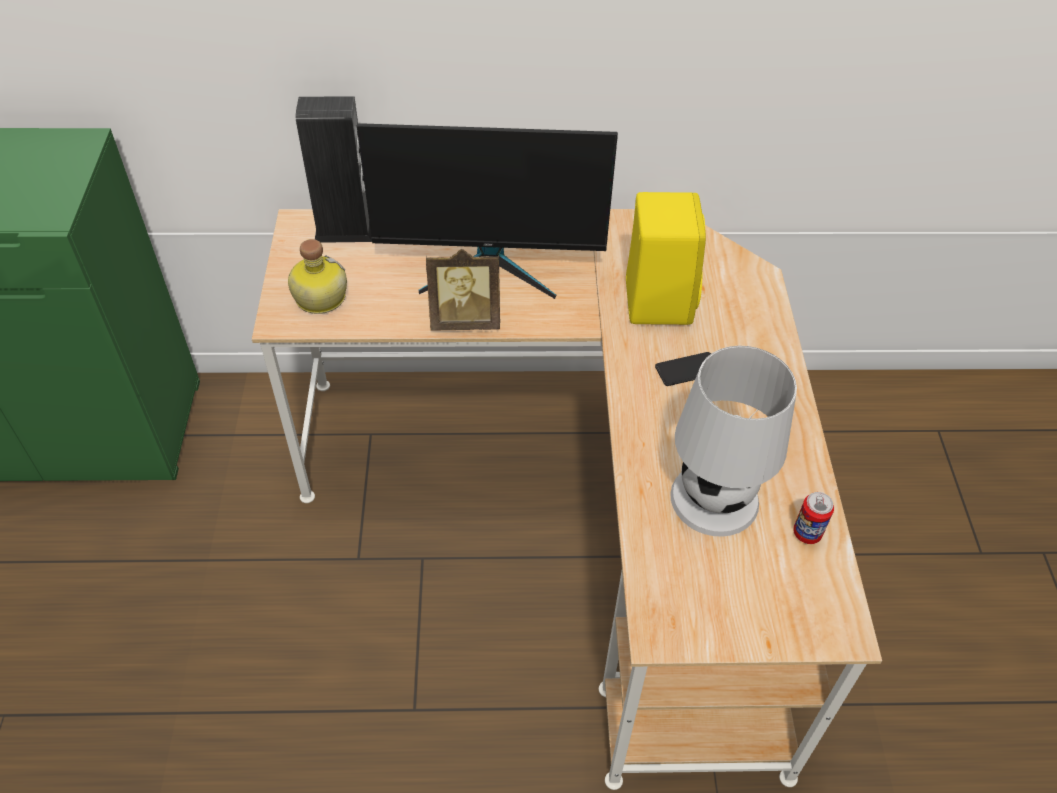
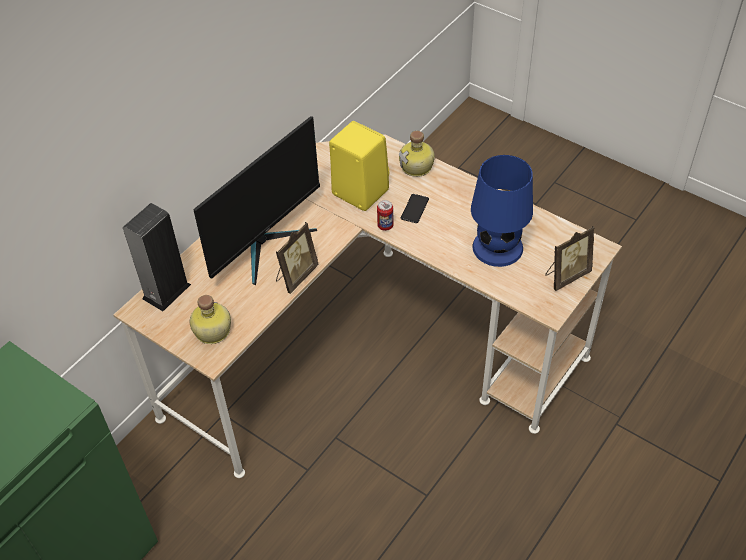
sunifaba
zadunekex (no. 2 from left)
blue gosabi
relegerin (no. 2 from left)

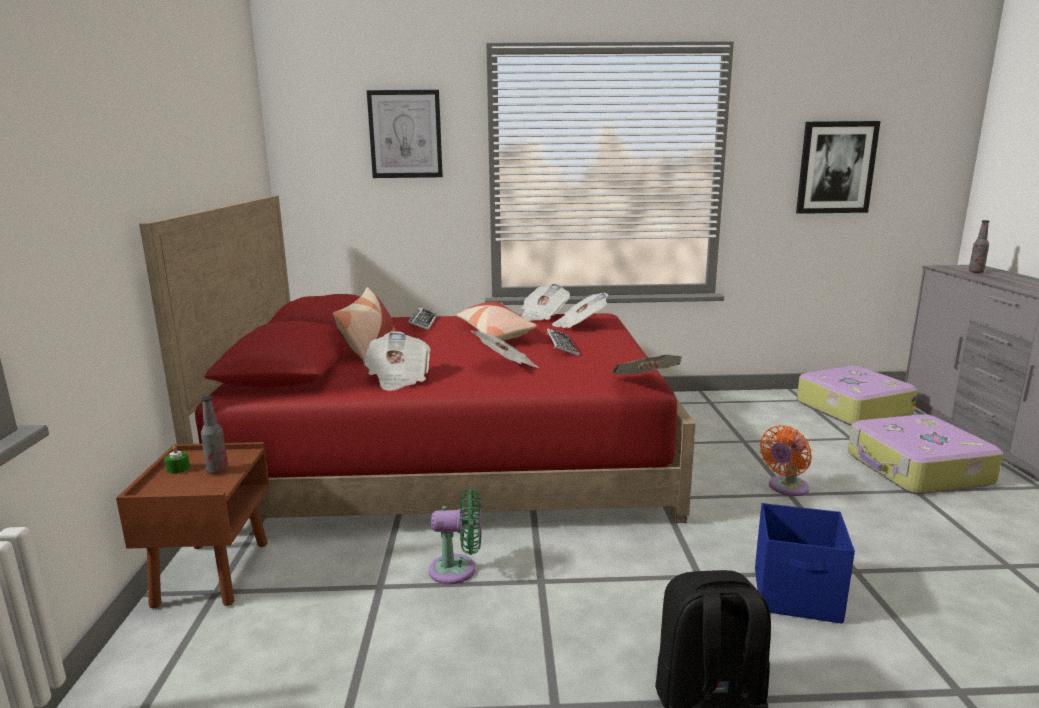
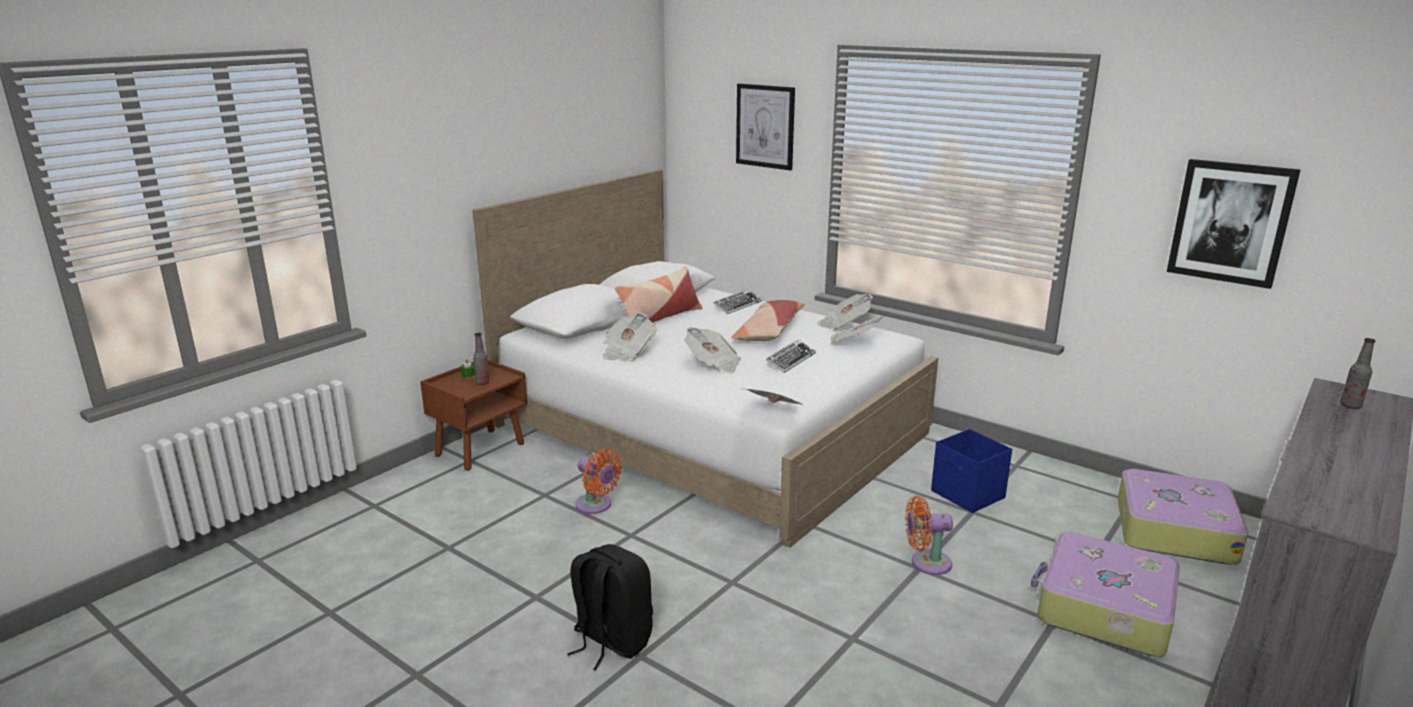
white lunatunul
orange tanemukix (no. 1 from left)
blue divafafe

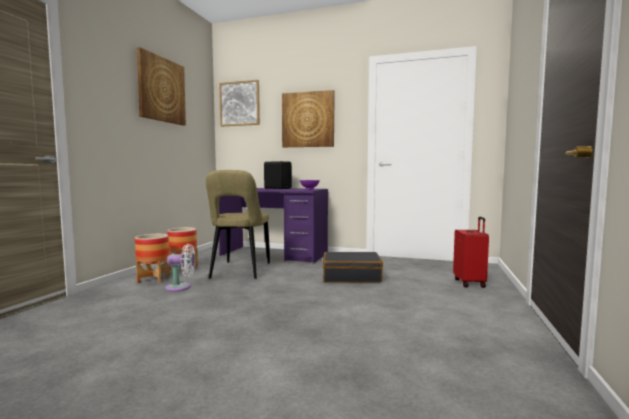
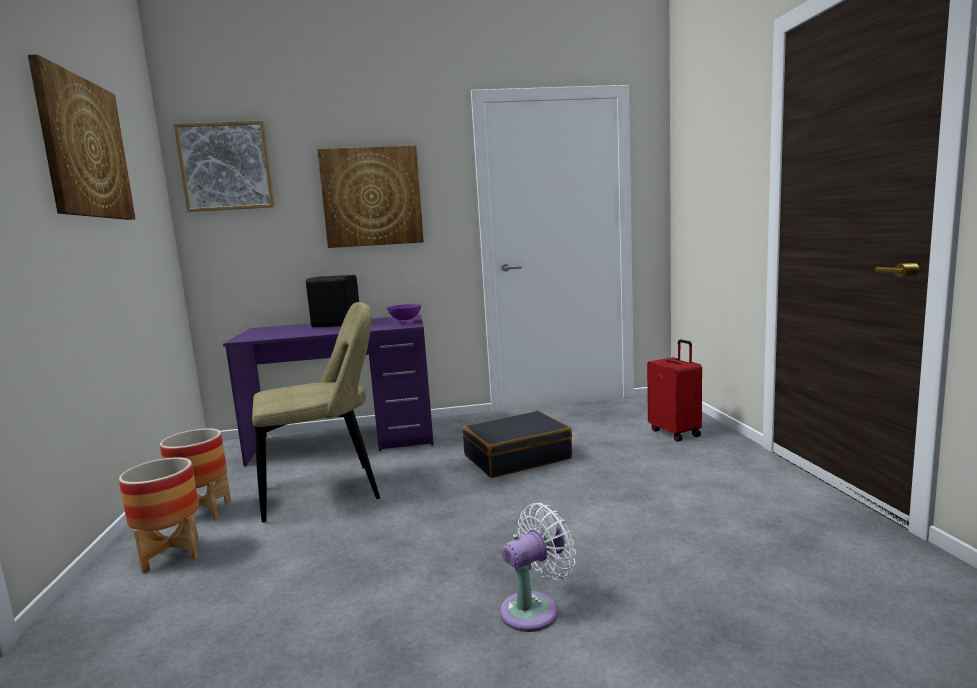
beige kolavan
white tanemukix

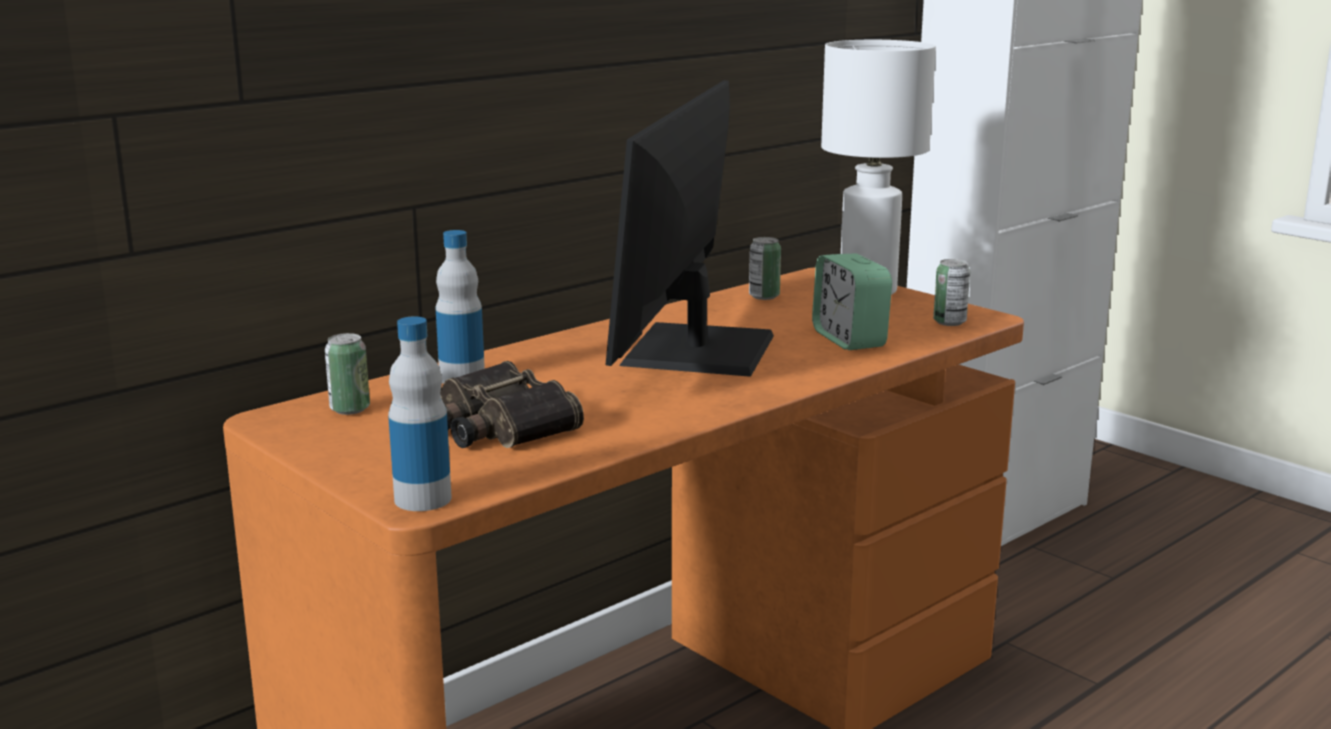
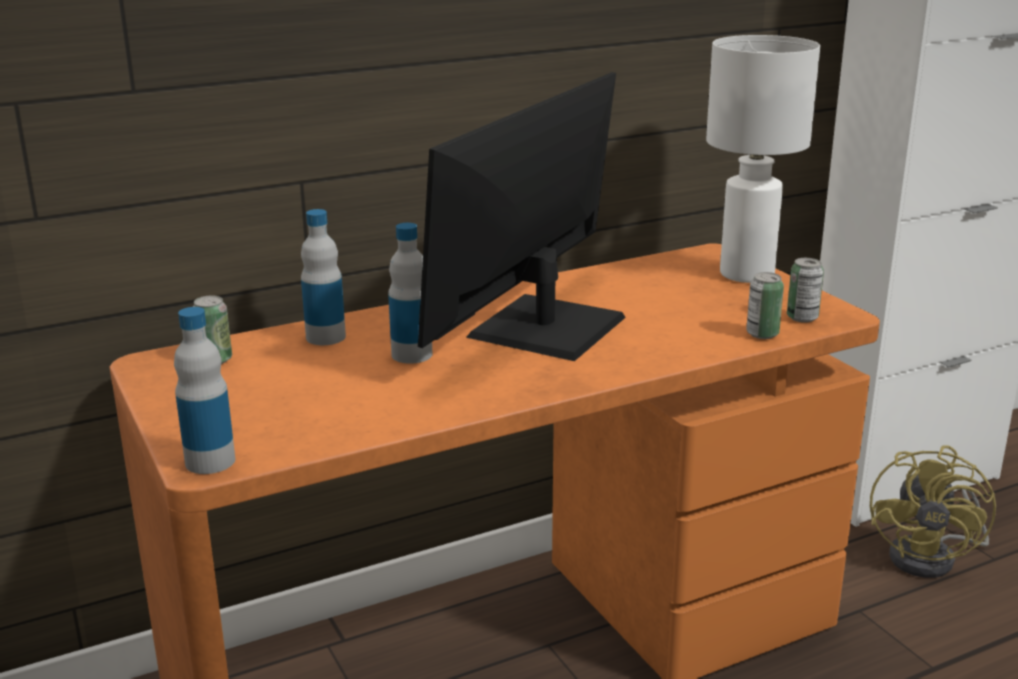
zadunekex (no. 3 from left)
sunifaba (no. 2 from left)
yellow tanemukix
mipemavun
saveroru

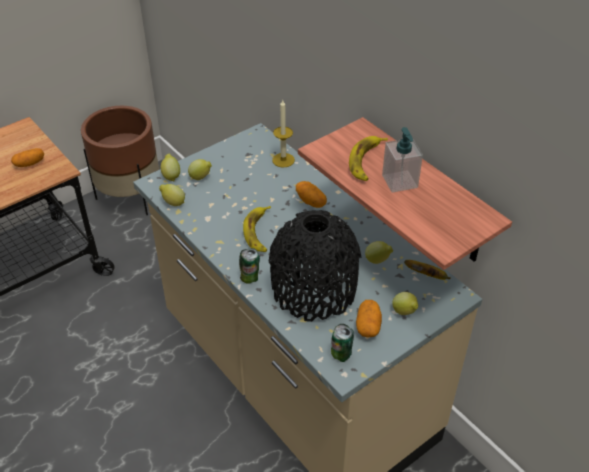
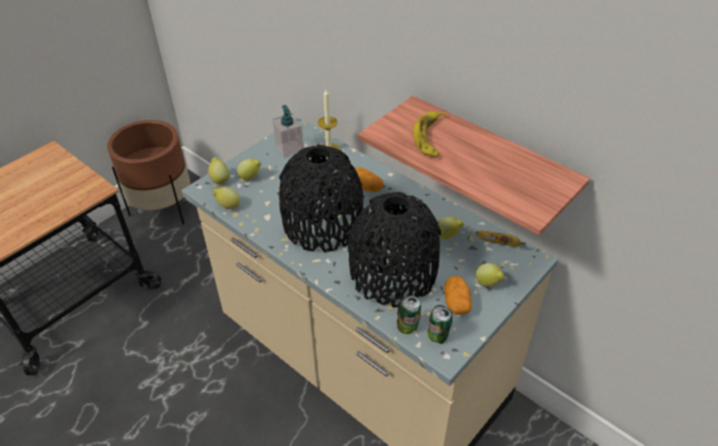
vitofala
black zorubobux (no. 1 from left)
sunifaba (no. 1 from left)
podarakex (no. 1 from left in the first image)

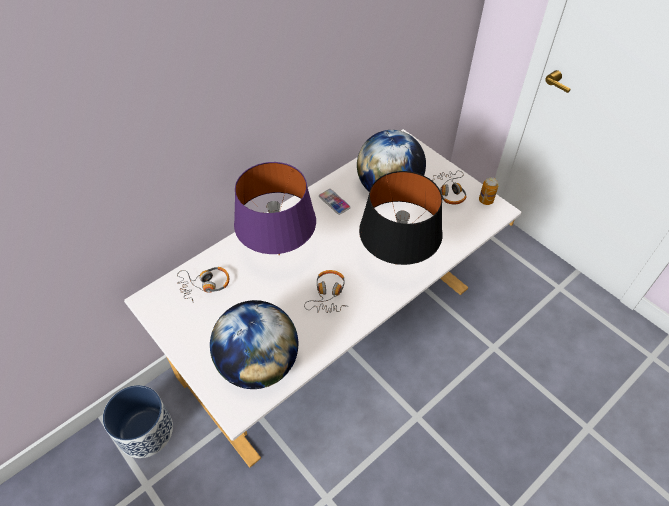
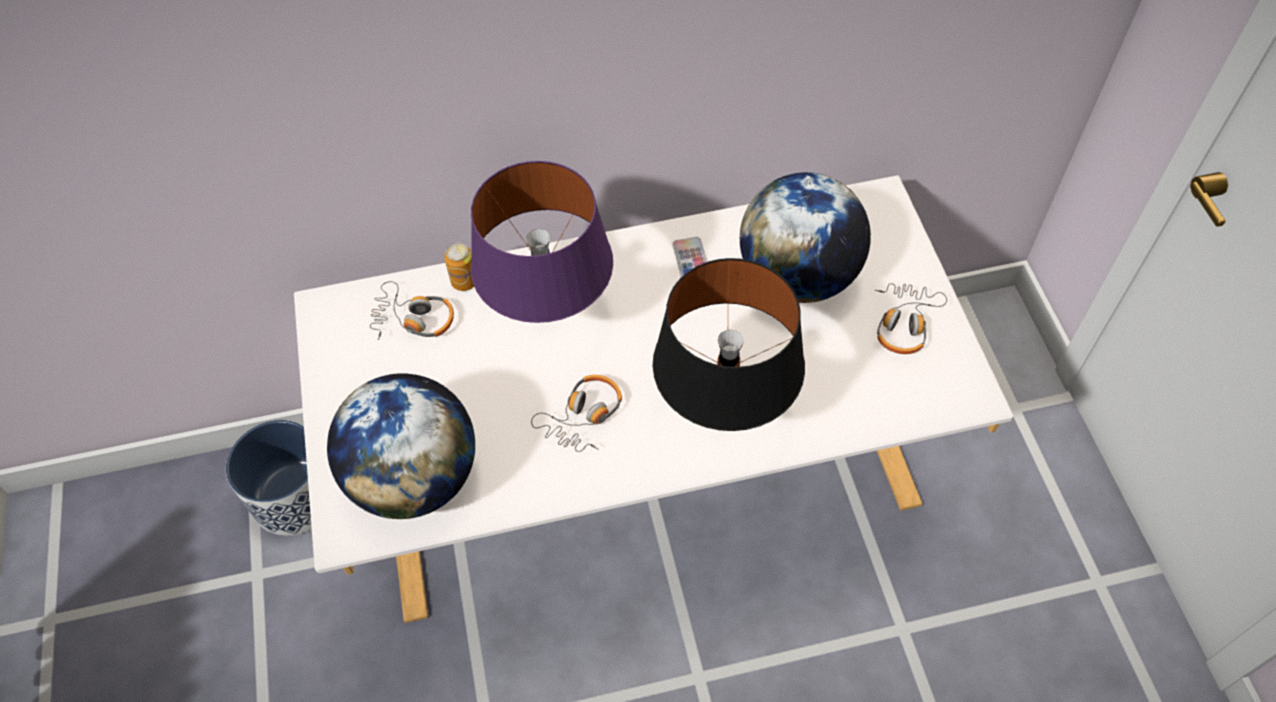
sunifaba

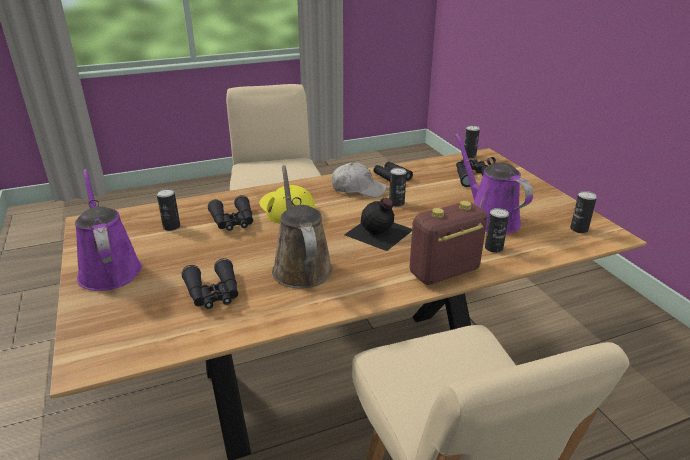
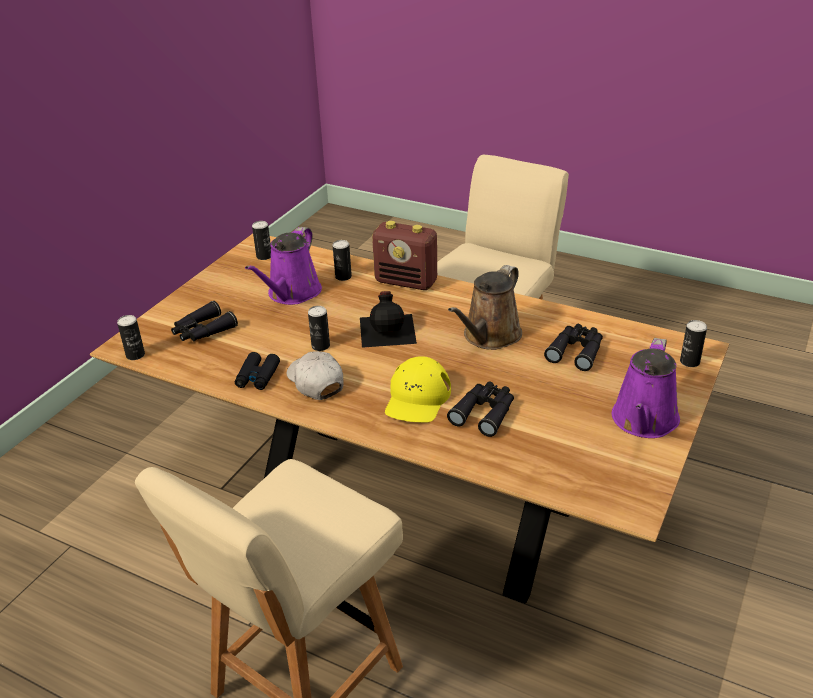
sunifaba (no. 5 from left)

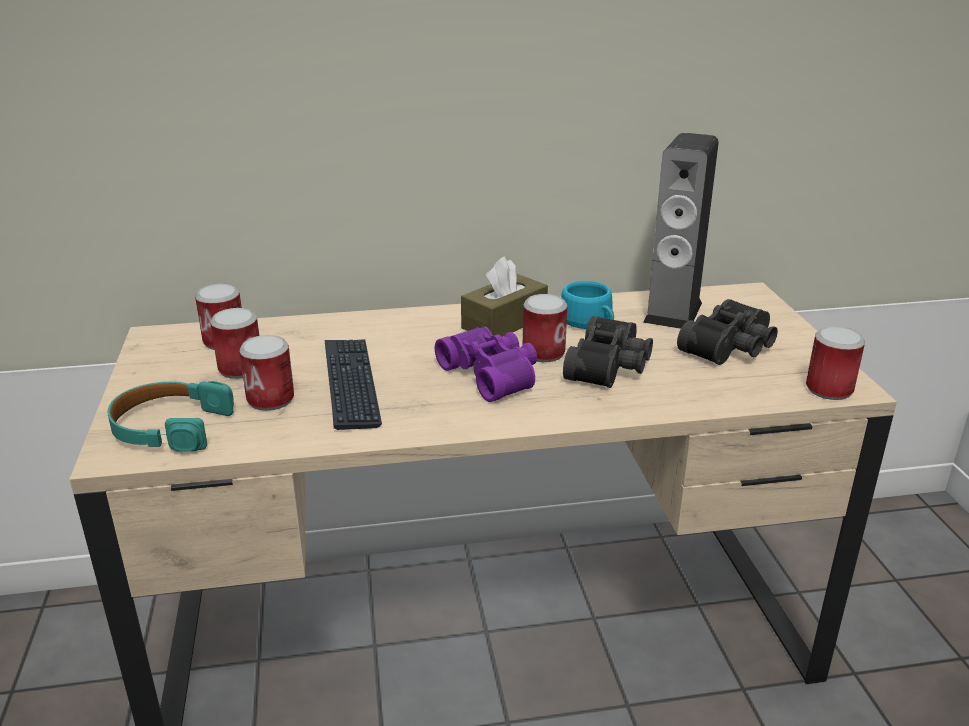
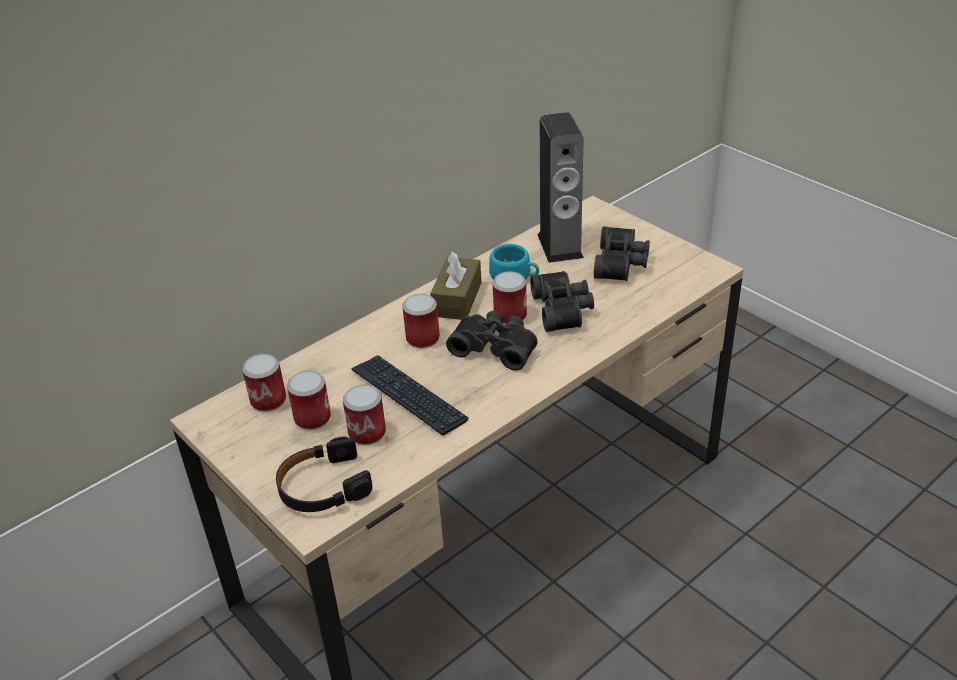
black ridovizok
sunifaba (no. 4 from left)
black mipemavun (no. 1 from left)

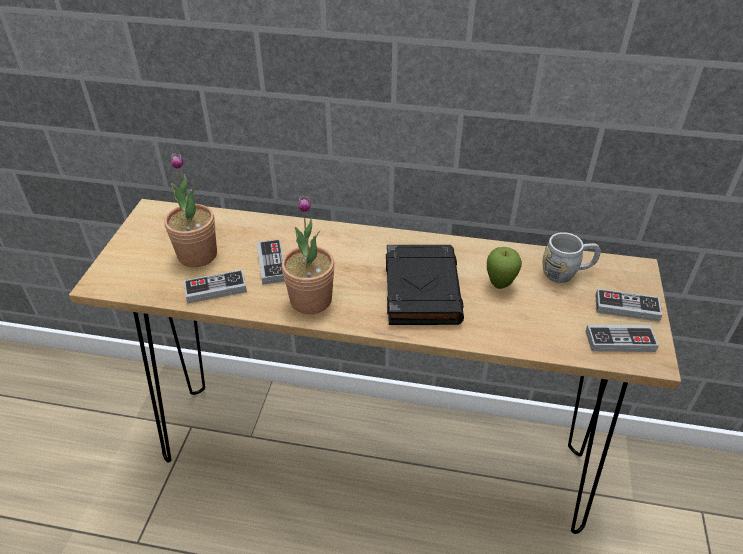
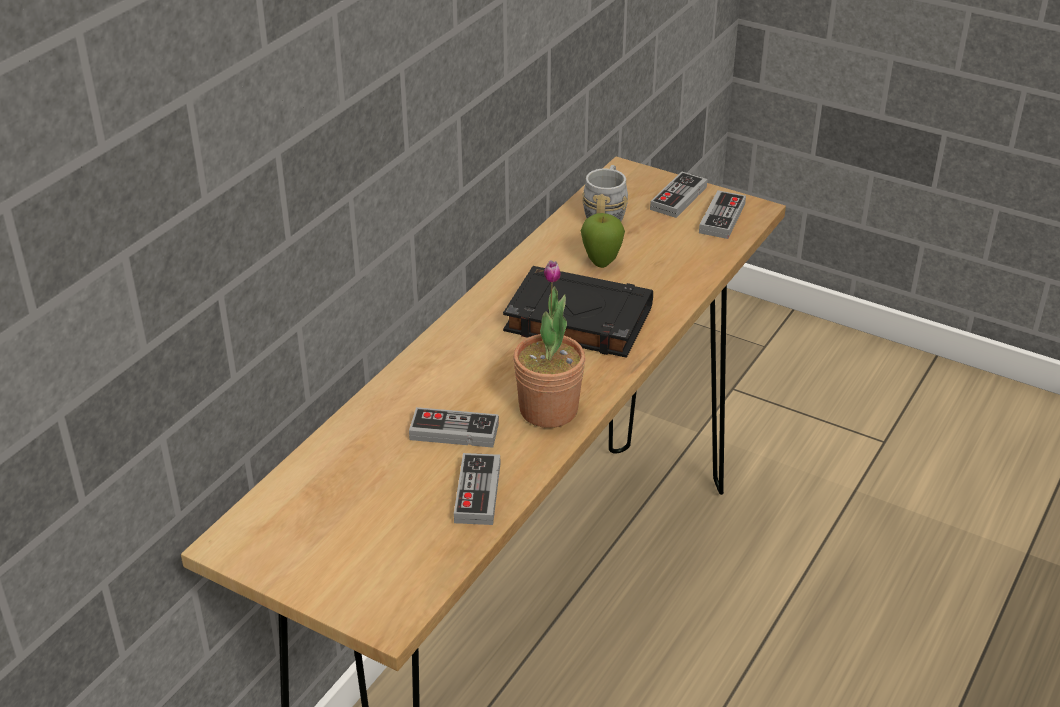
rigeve (no. 1 from left in the first image)

